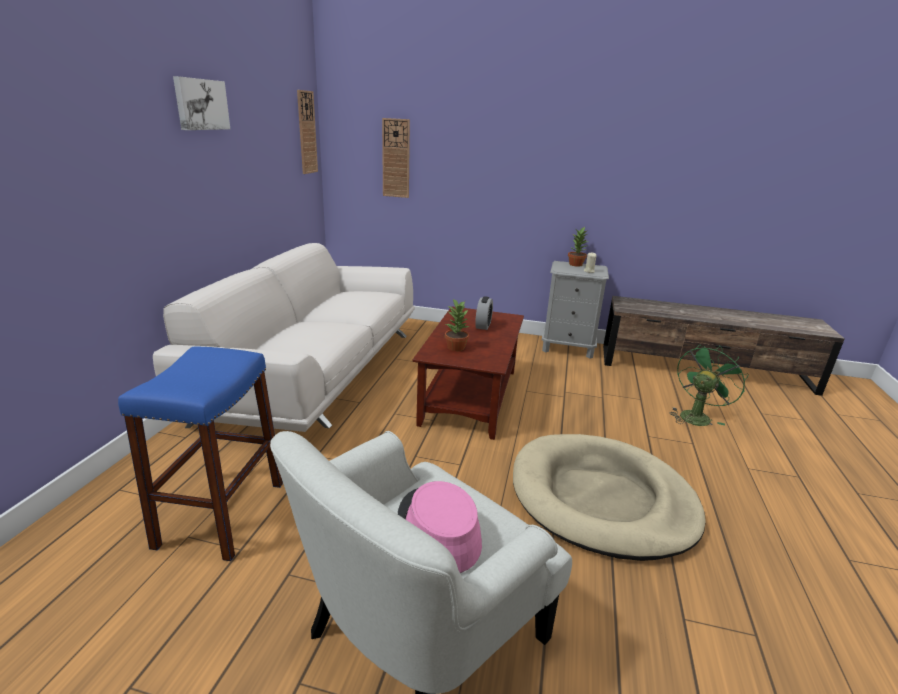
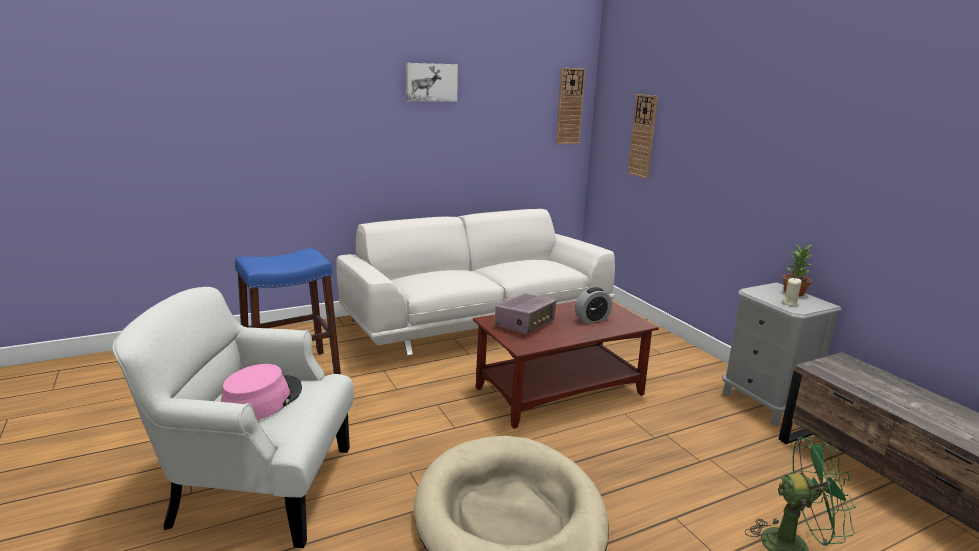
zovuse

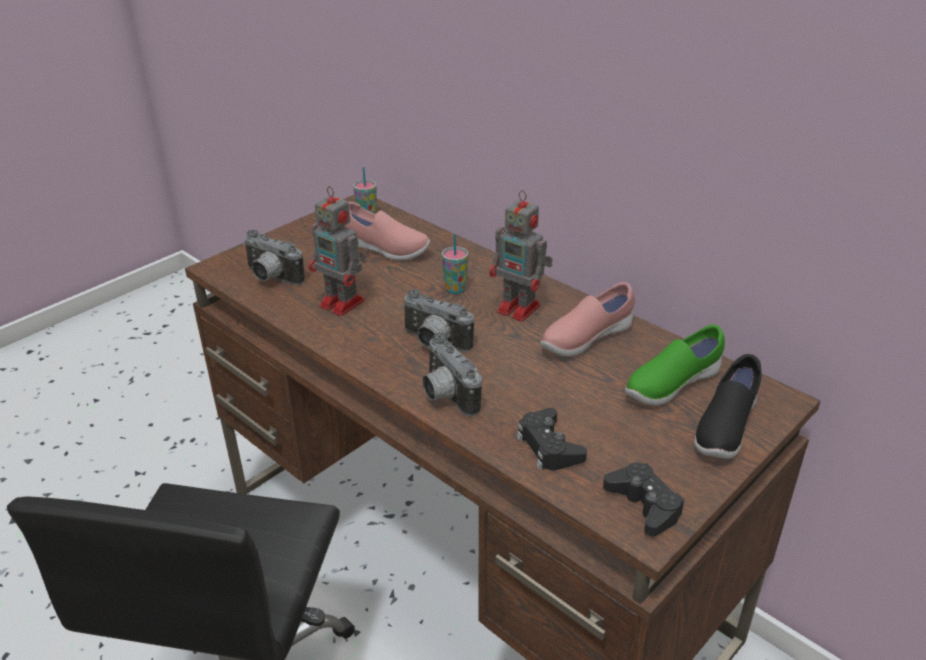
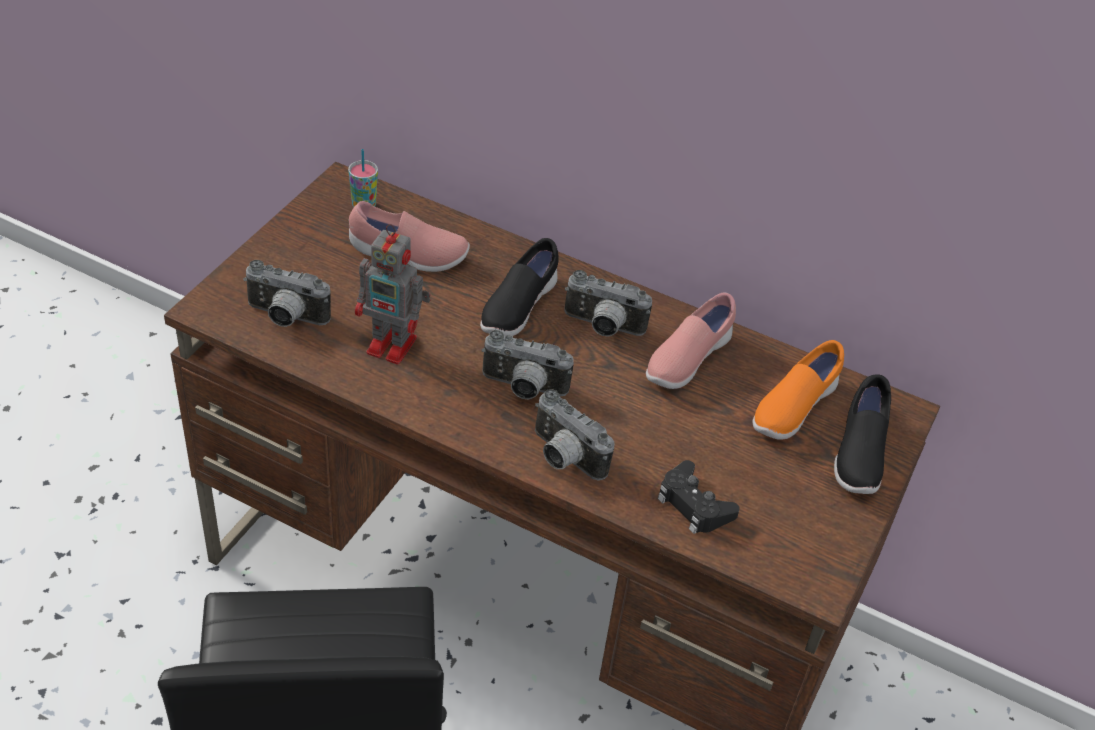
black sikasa (no. 1 from left)
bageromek (no. 4 from left)
orange sikasa
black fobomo (no. 2 from left in the first image)

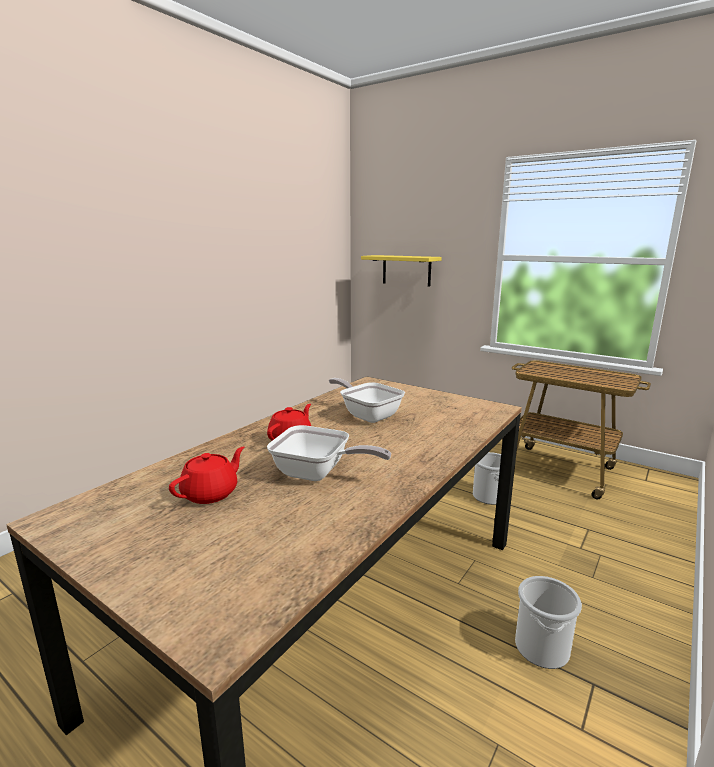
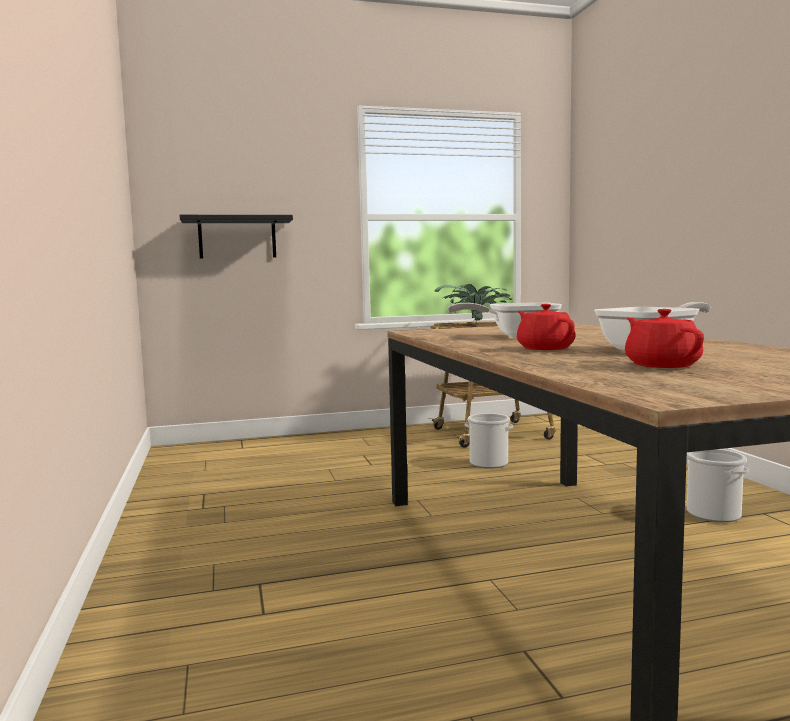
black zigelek
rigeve

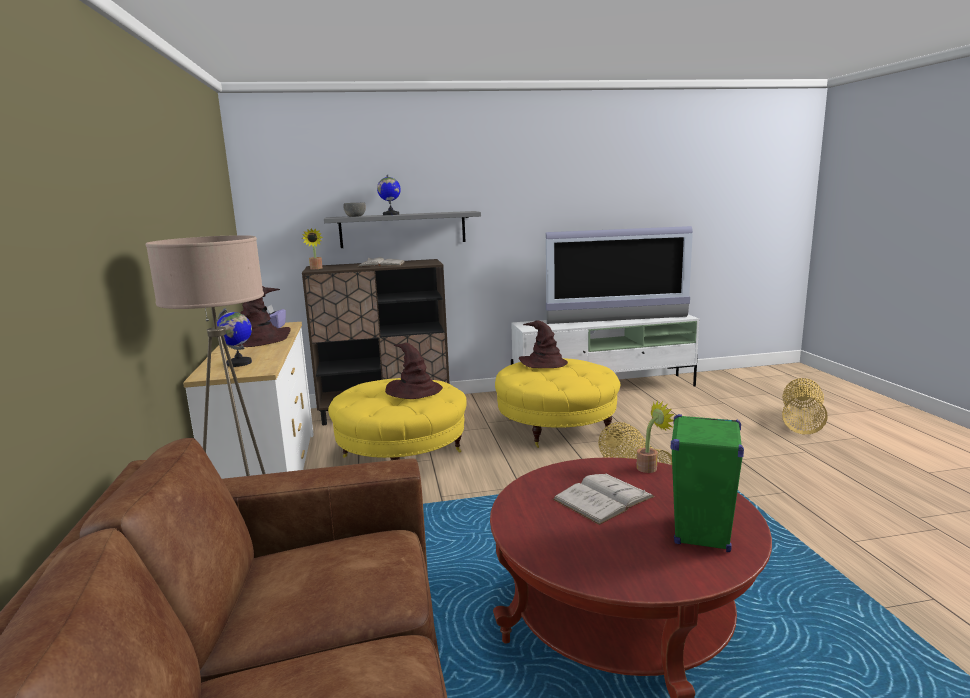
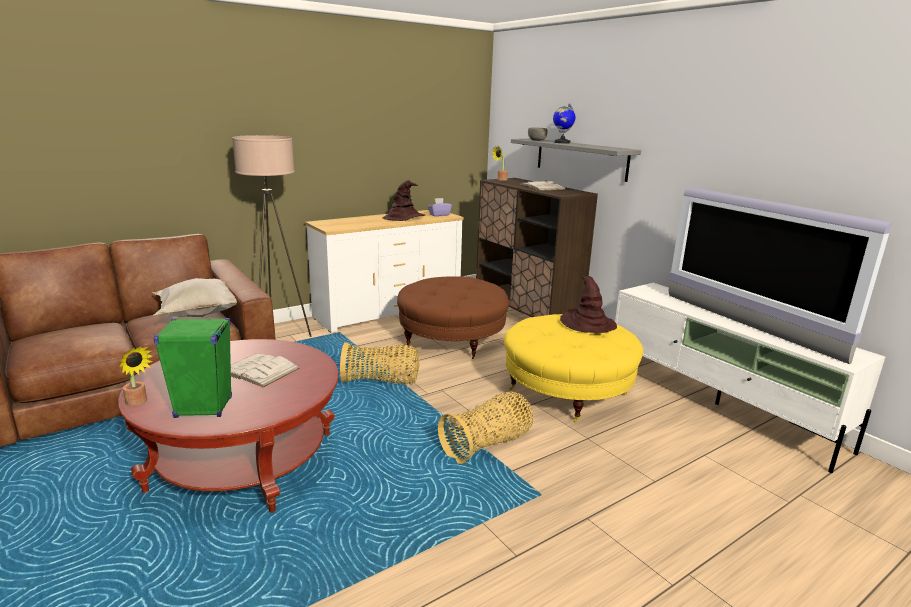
rigeve (no. 1 from left)
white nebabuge
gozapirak (no. 1 from left)
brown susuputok
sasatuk (no. 1 from left in the first image)
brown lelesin (no. 2 from left in the first image)

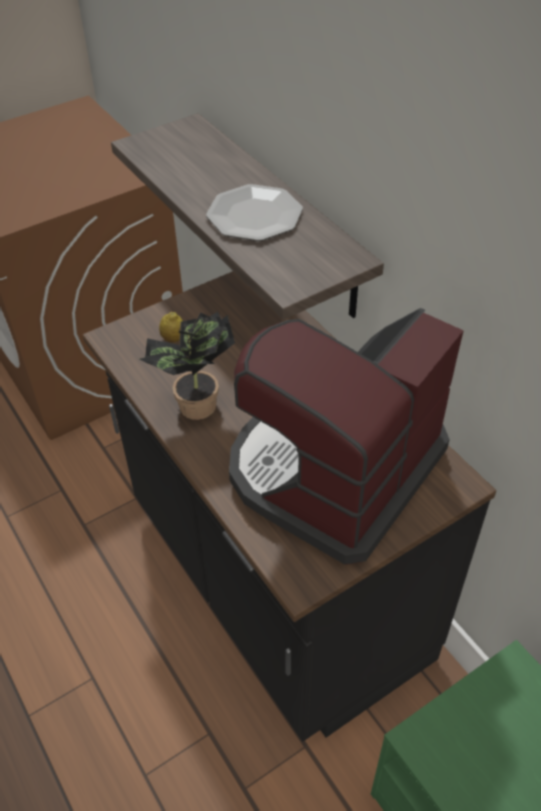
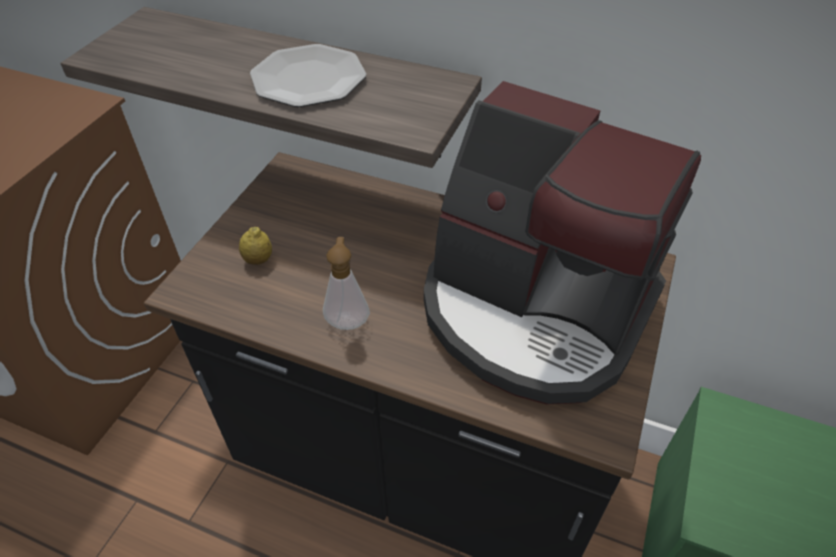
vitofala
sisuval

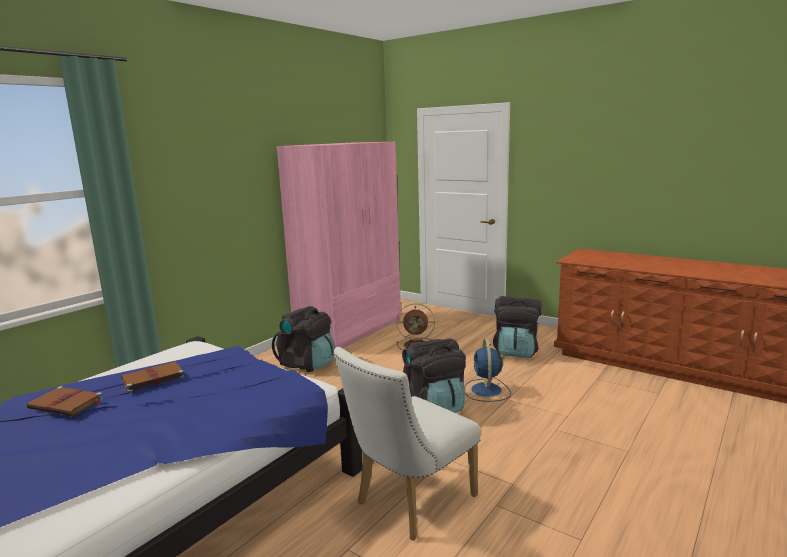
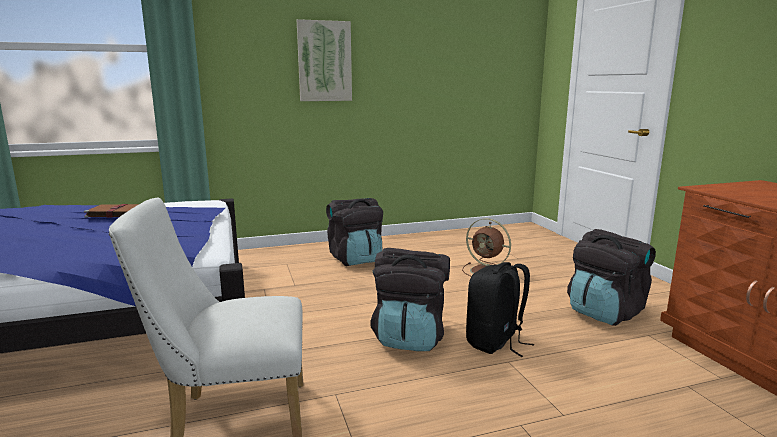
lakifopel
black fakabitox (no. 3 from left)
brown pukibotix (no. 1 from left in the first image)
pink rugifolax

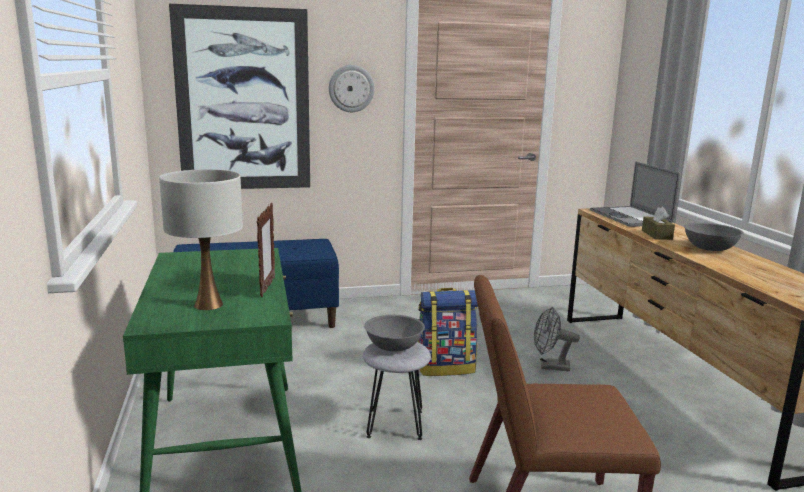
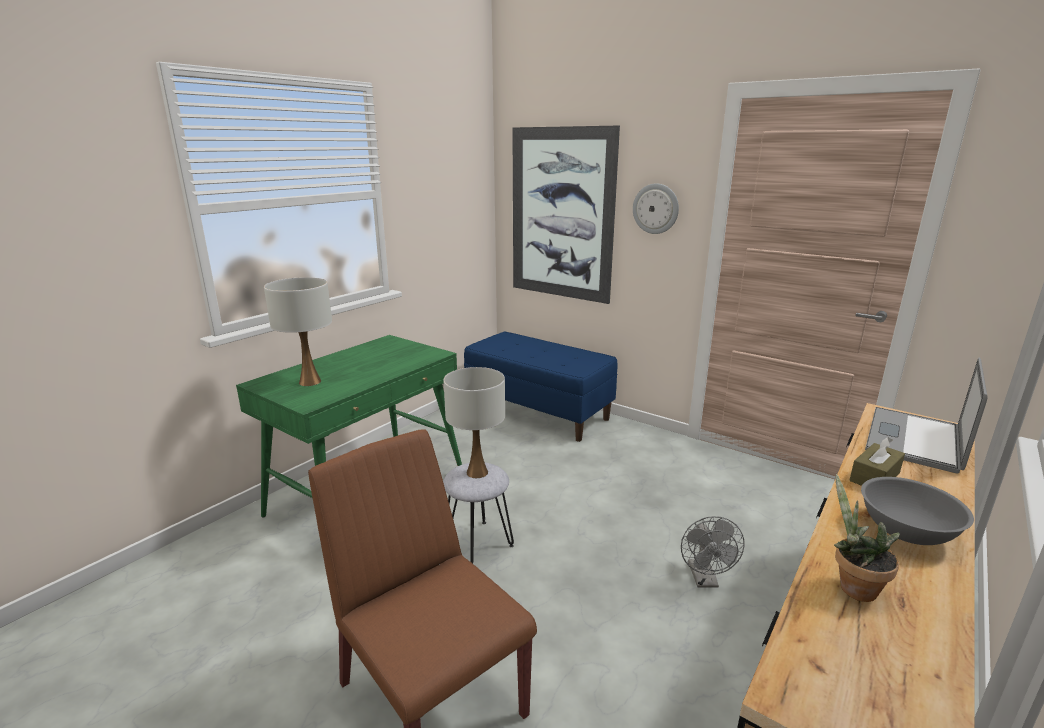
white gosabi (no. 2 from left)
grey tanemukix
rigeve
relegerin
fakabitox

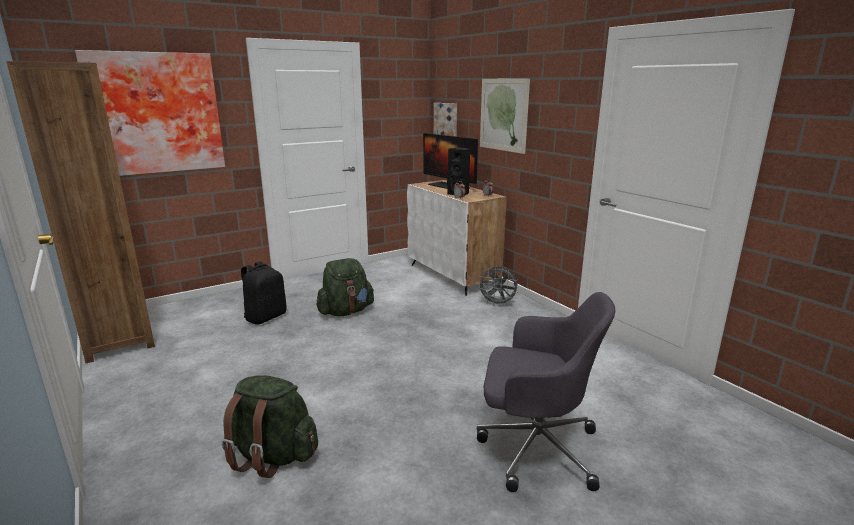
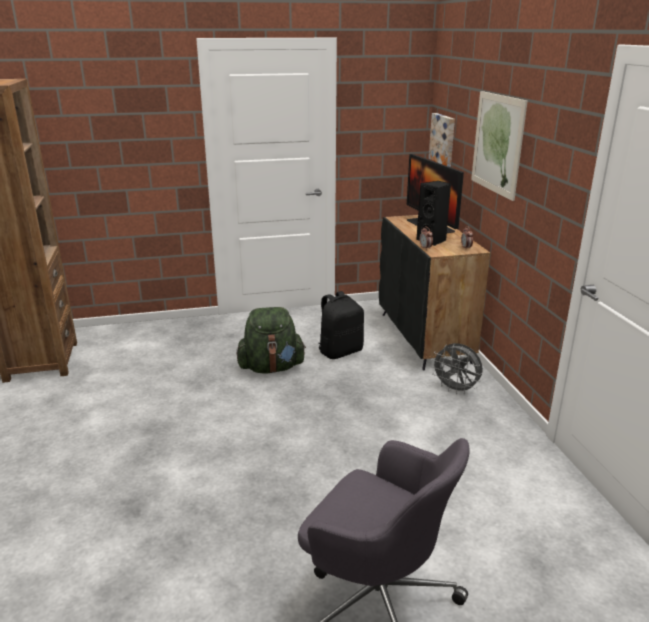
black fakabitox
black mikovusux
lakifopel (no. 1 from left in the first image)
green fakabitox (no. 1 from left in the first image)

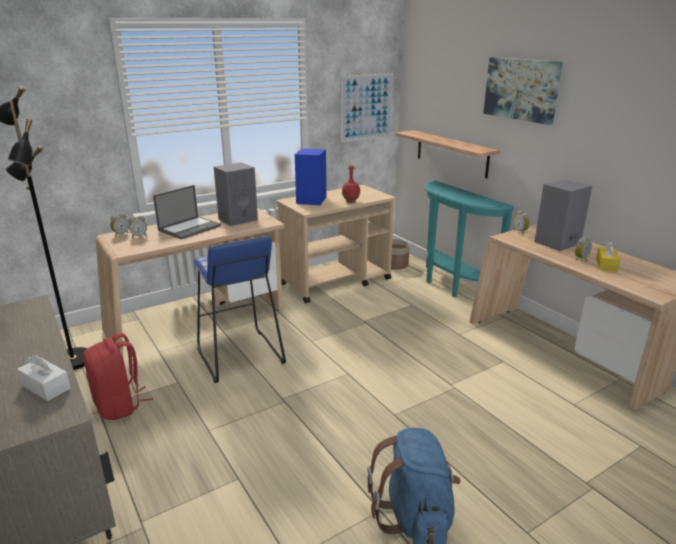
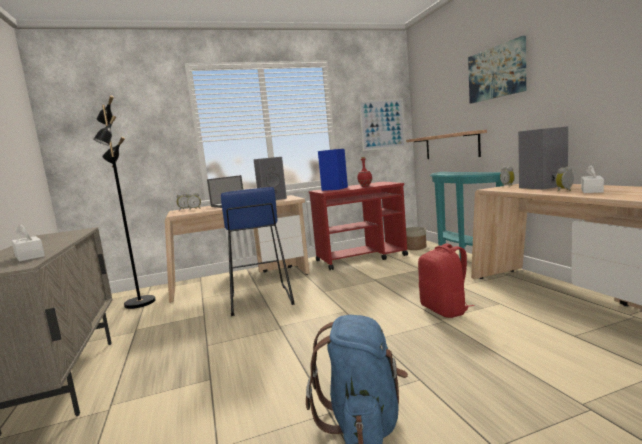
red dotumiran
red fakabitox
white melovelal (no. 2 from left)

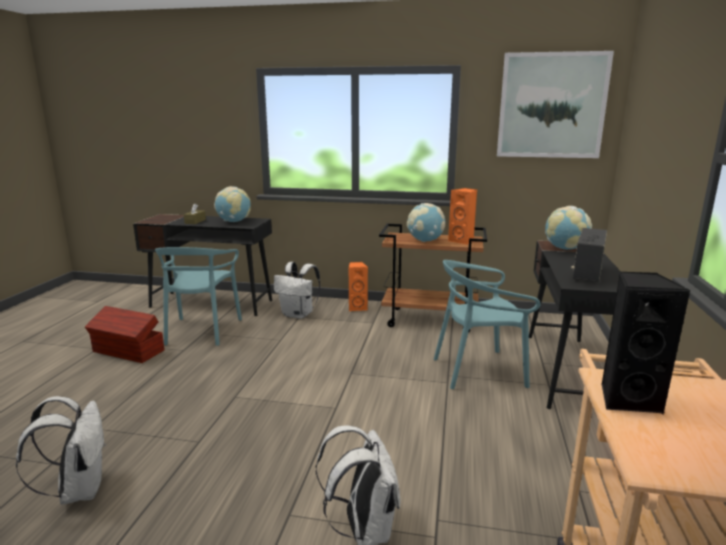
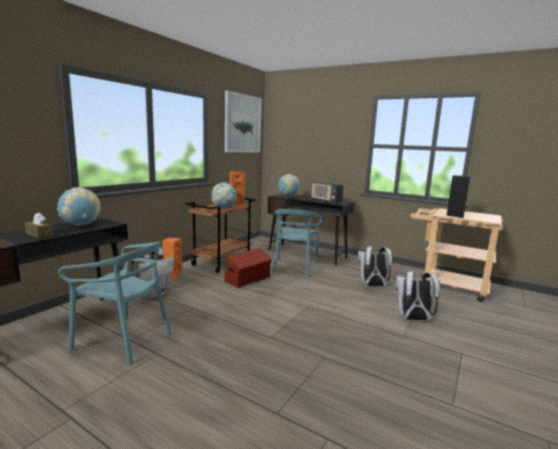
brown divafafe
white fakabitox (no. 2 from left)

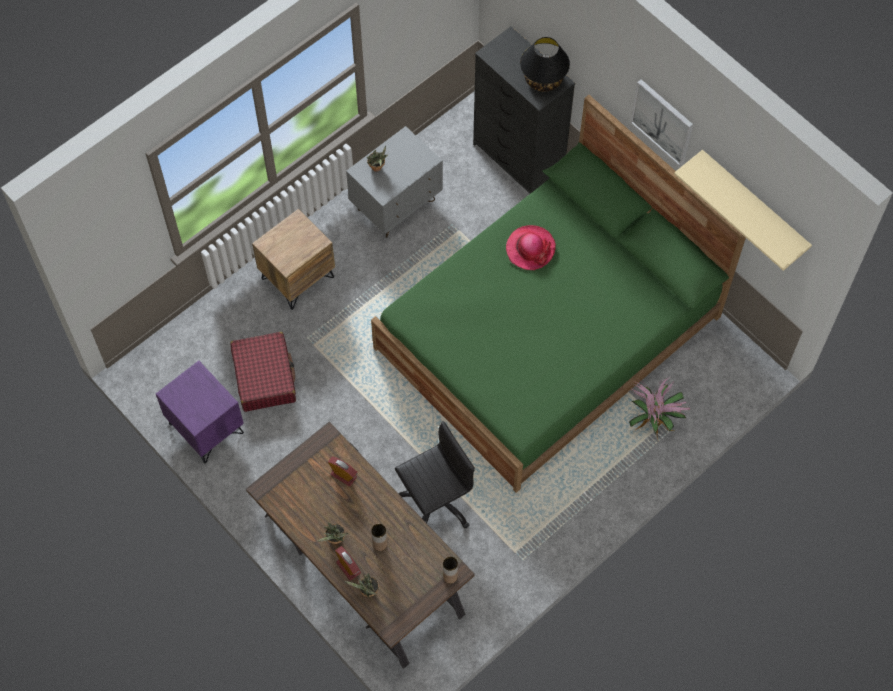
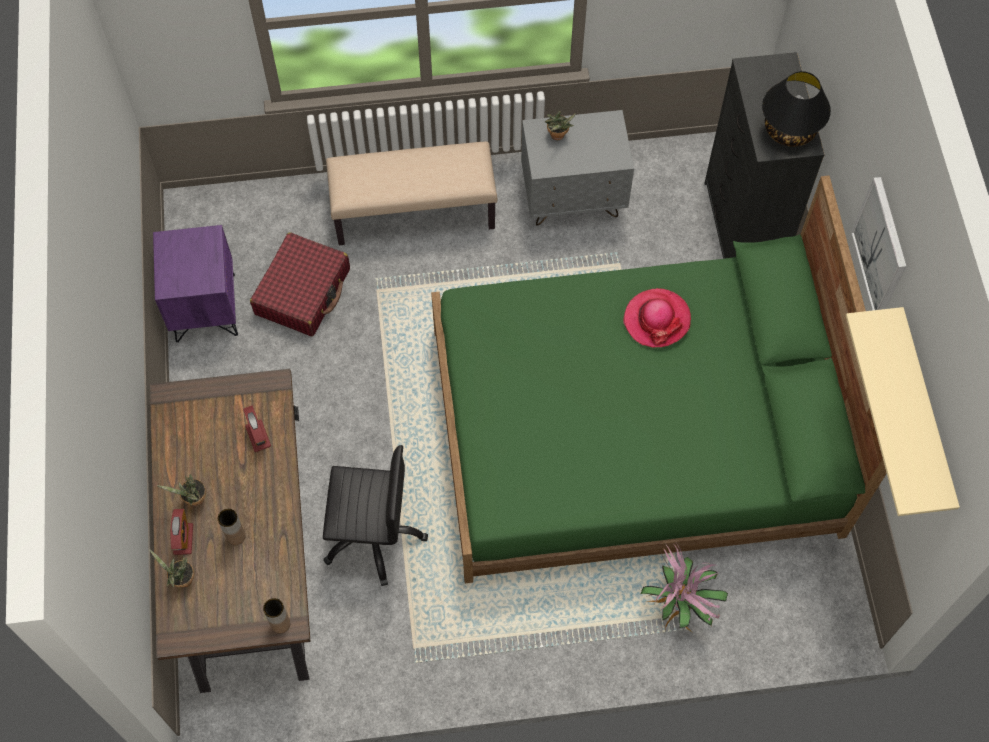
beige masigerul

